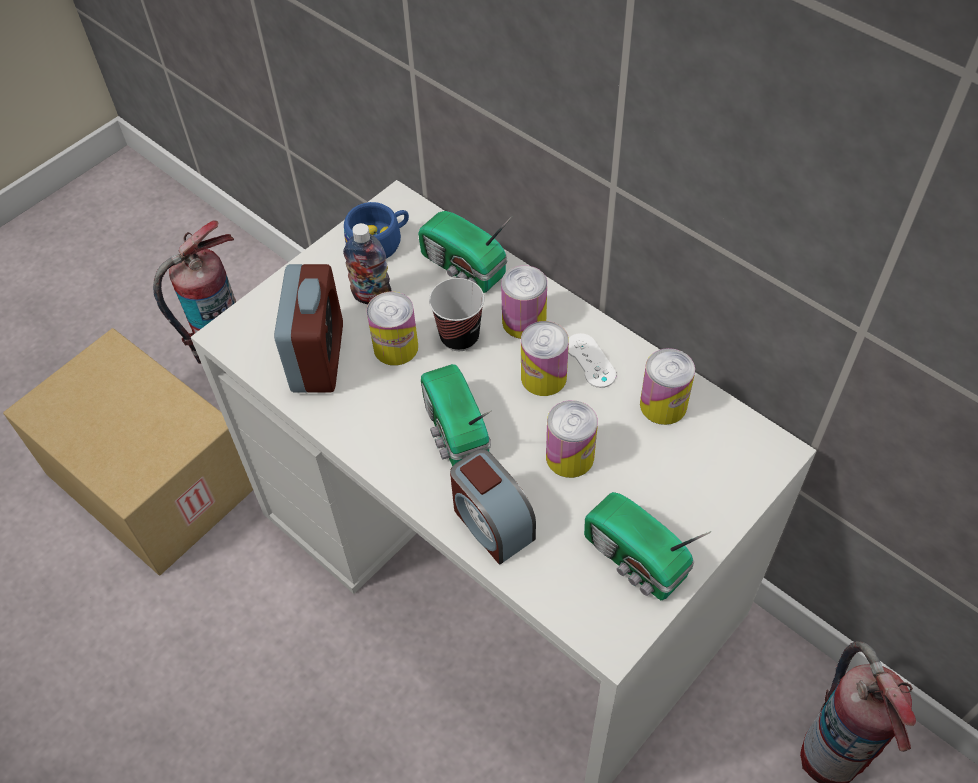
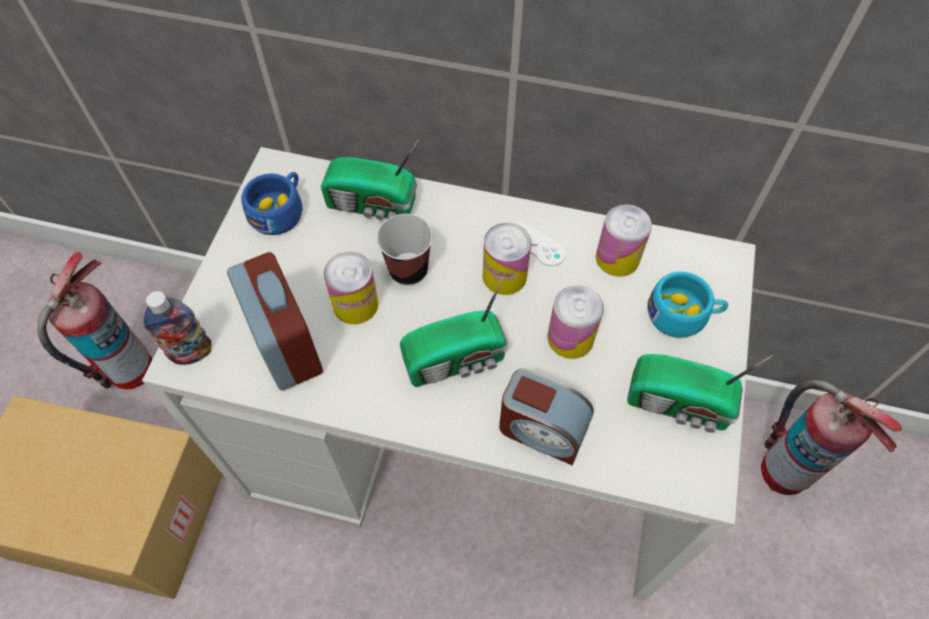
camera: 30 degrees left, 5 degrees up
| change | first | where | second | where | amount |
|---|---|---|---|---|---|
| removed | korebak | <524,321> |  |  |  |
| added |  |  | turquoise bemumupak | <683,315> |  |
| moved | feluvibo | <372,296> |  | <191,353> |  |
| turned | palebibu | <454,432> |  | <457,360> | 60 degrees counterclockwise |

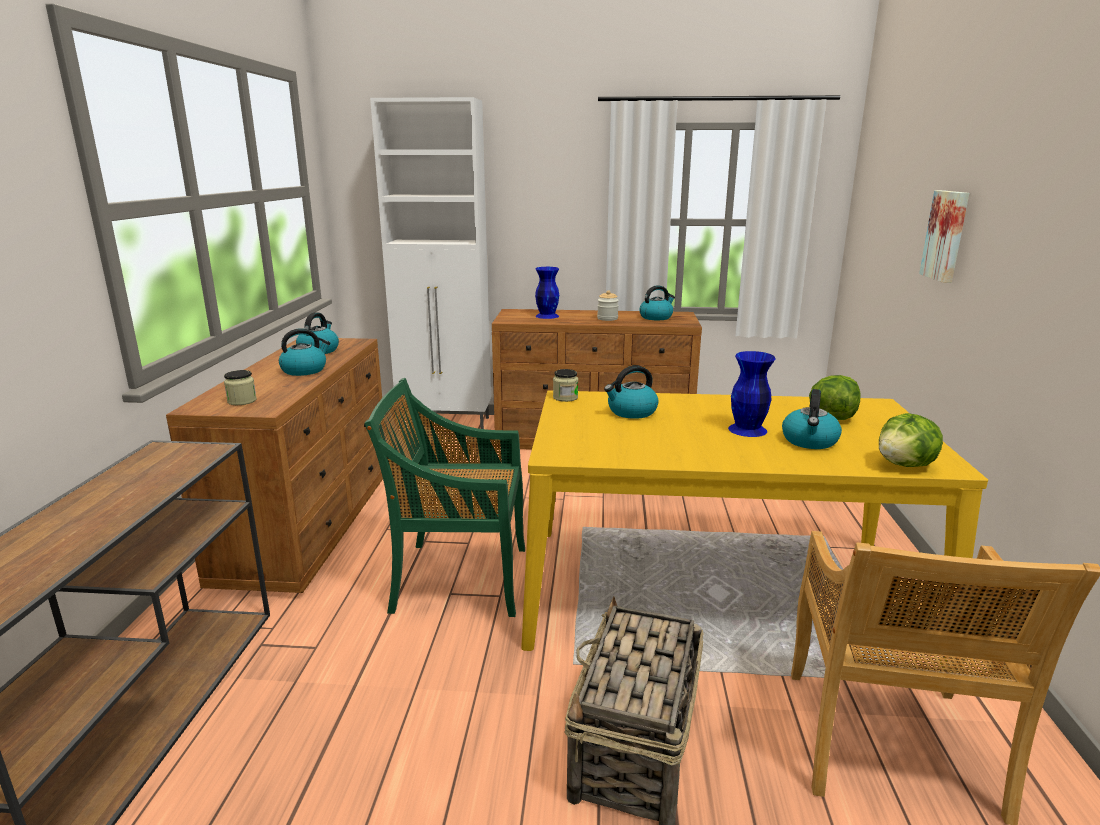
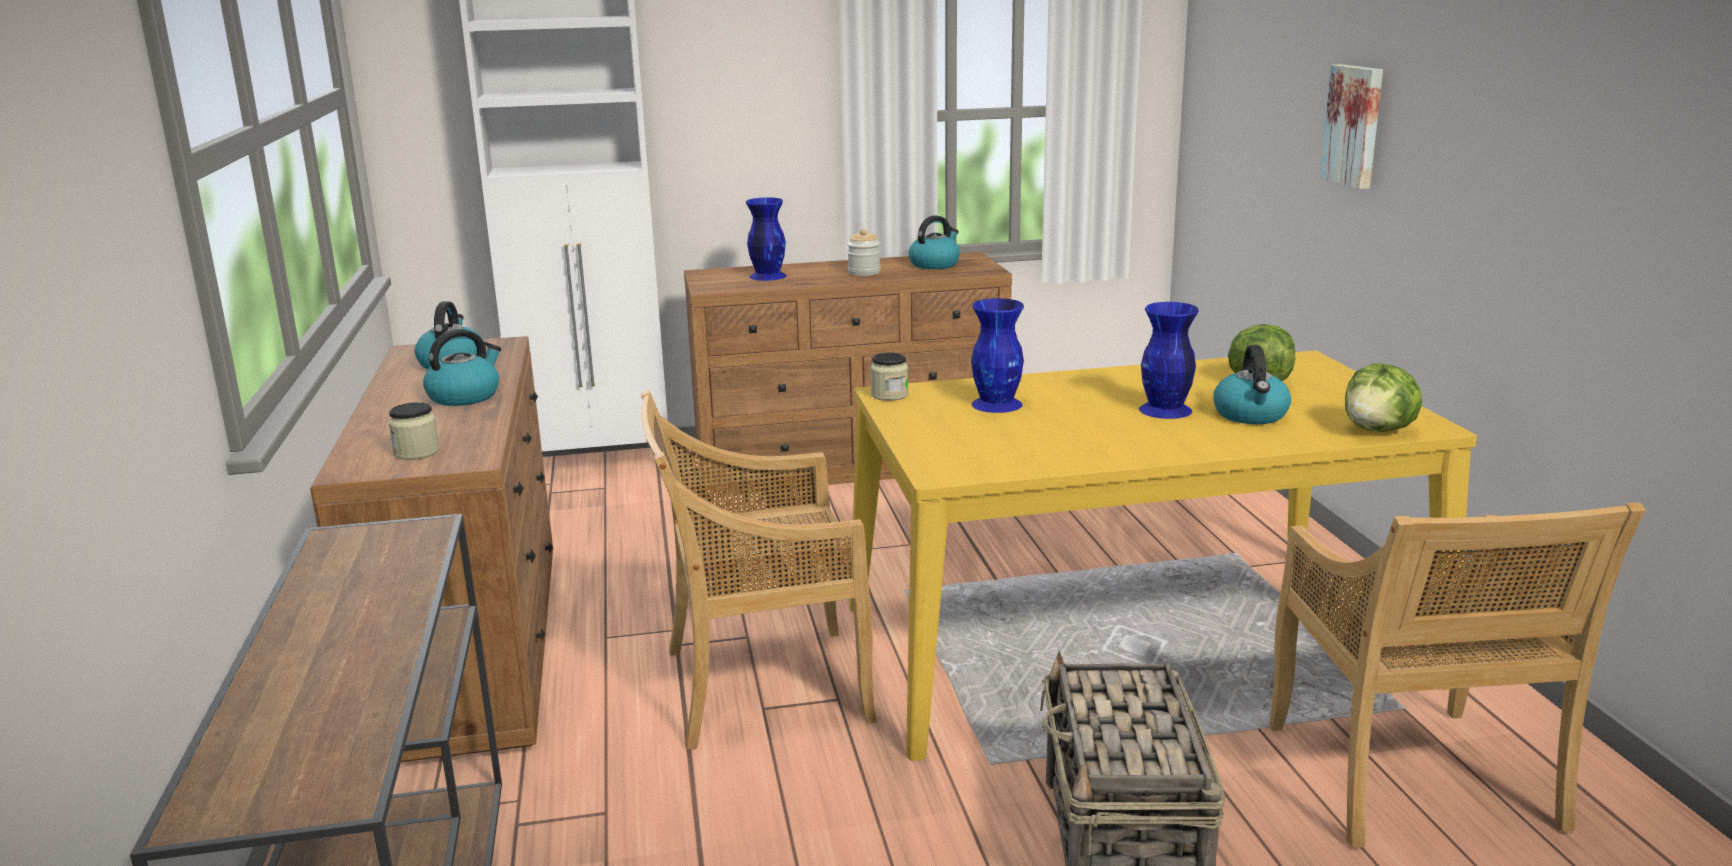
camera: 15 degrees left, 0 degrees up
| change | first | where | second | where | amount |
|---|---|---|---|---|---|
| replaced | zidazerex | <631,412> | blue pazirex | <997,404> |  |
| recoloured | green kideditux | <458,578> | beige kideditux | <762,686> |  |

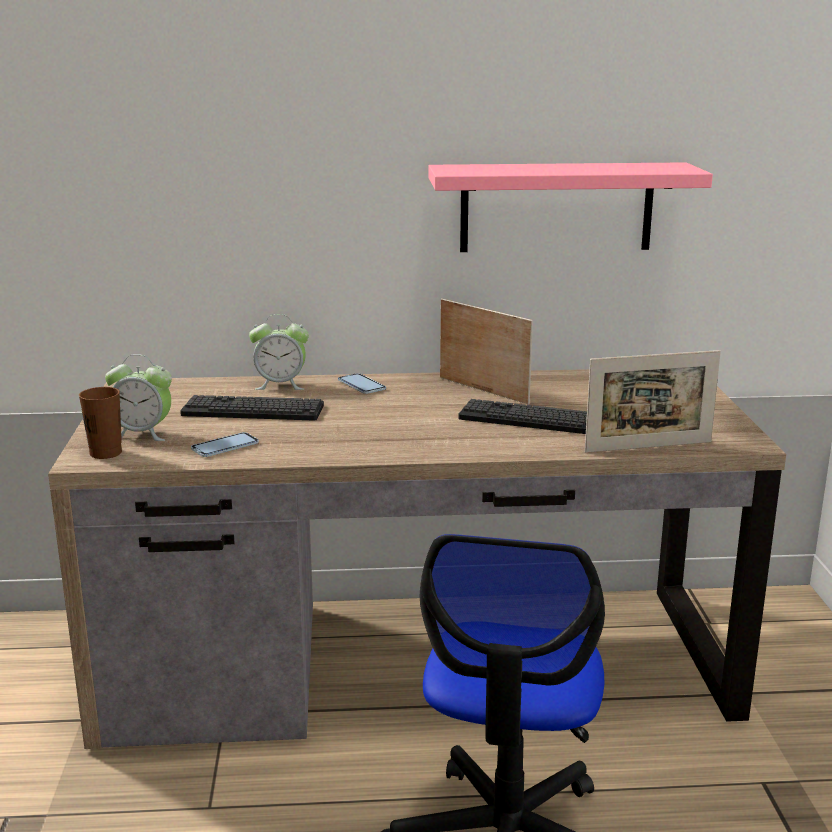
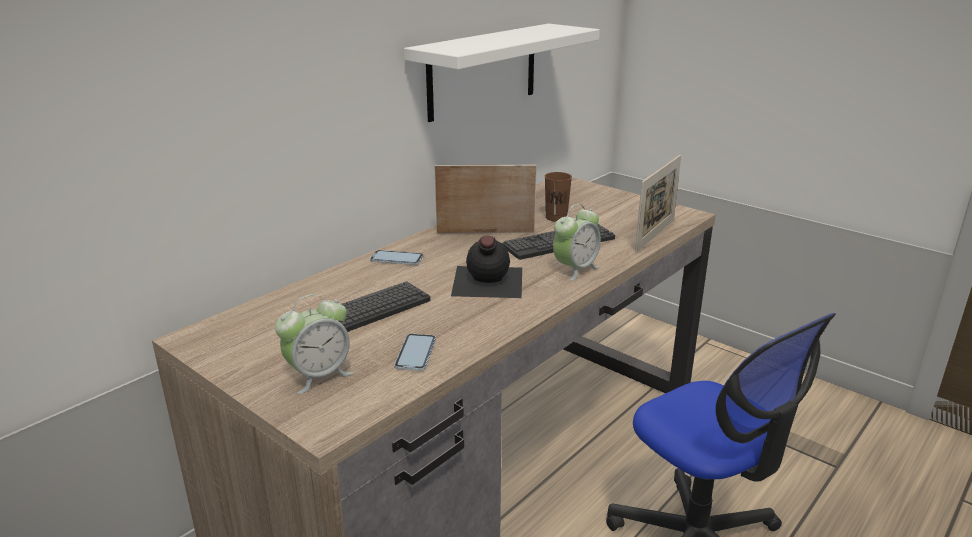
camera: 45 degrees left, 5 degrees up
| change | first | where | second | where | amount |
|---|---|---|---|---|---|
| added |  |  | black feluvibo | <486,281> |  |
| moved | brown bemumupak | <105,453> |  | <556,217> |  |
| moved | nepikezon | <281,385> |  | <575,269> |  |
| recoloured | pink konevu | <556,207> | white konevu | <483,71> |  |

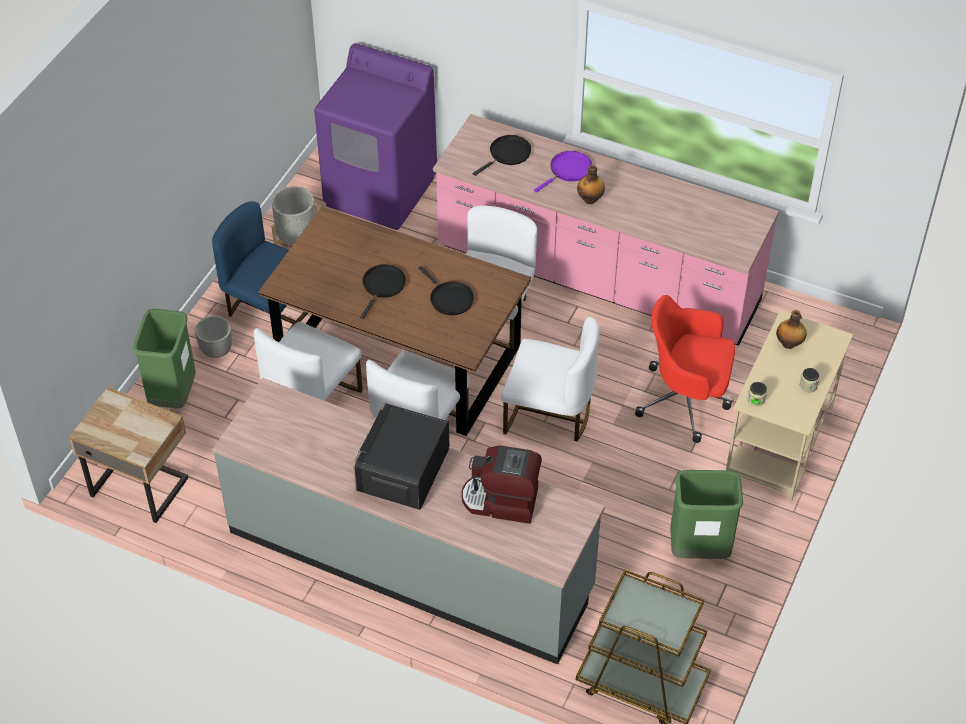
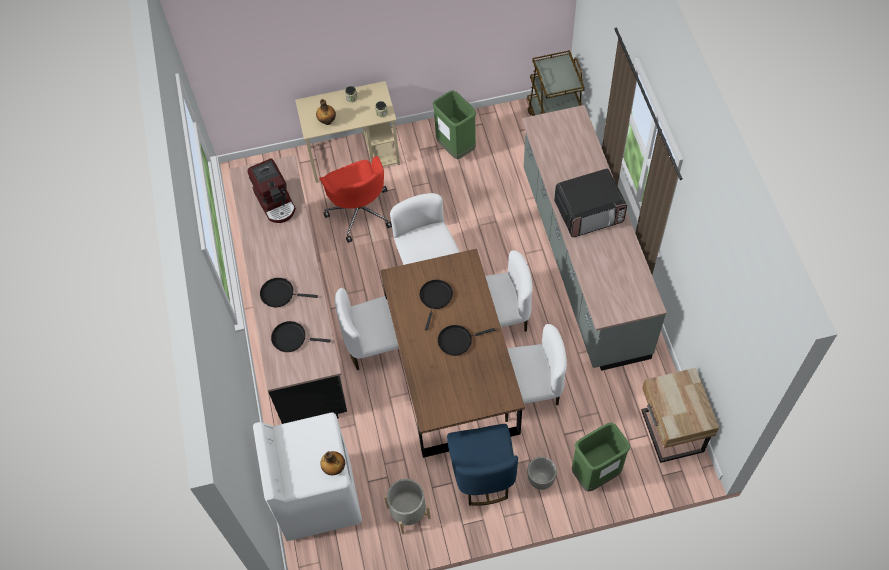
camera: 125 degrees left, 10 degrees up
| change | first | where | second | where | amount |
|---|---|---|---|---|---|
| moved | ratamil | <501,502> |  | <276,202> |  |
| moved | feluvibo | <590,199> |  | <334,467> |  |
| recoloured | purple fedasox | <381,191> | white fedasox | <318,497> |  |
| recoloured | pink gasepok | <597,278> | black gasepok | <297,313> |  |
| recoloured | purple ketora | <568,170> | black ketora | <280,294> |  |

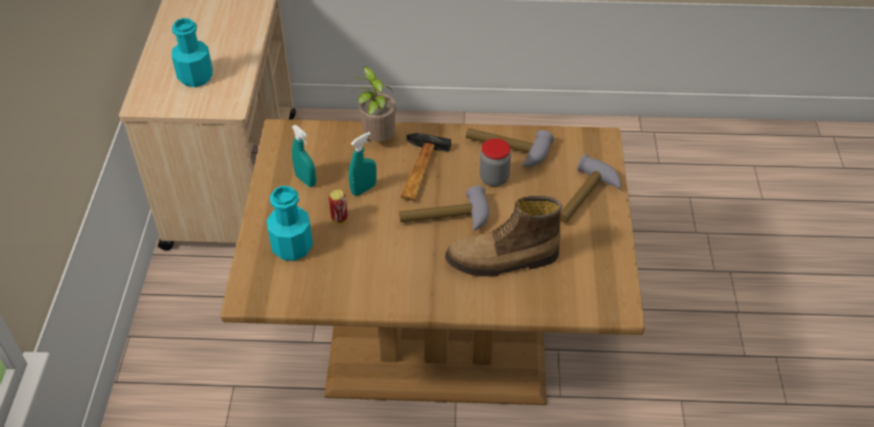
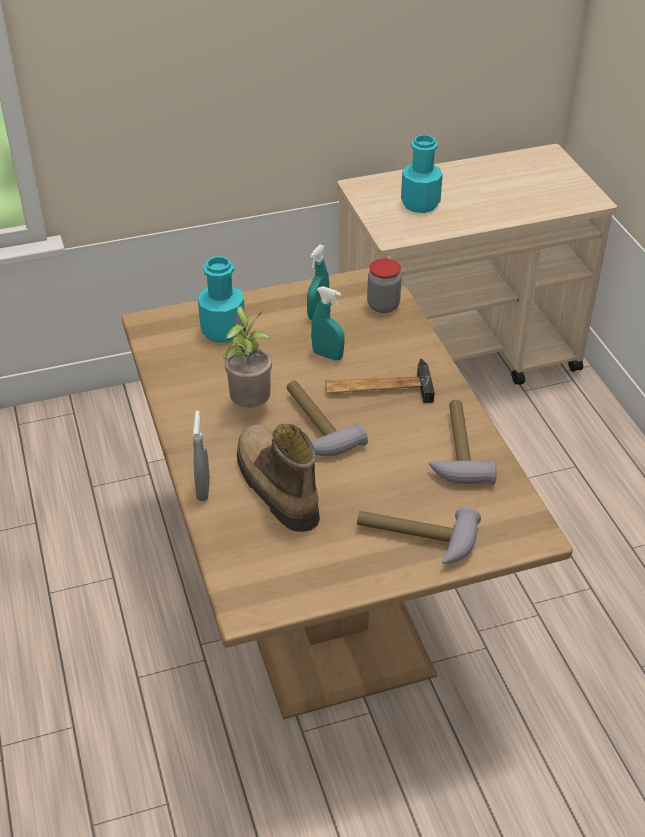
camera: 70 degrees right, 5 degrees down
| change | first | where | second | where | amount |
|---|---|---|---|---|---|
| removed | korebak | <339,219> |  |  |  |
| added |  |  | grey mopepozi | <203,489> |  |
| moved | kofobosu | <377,140> |  | <250,405> |  |
| moved | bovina | <494,178> |  | <383,305> |  |

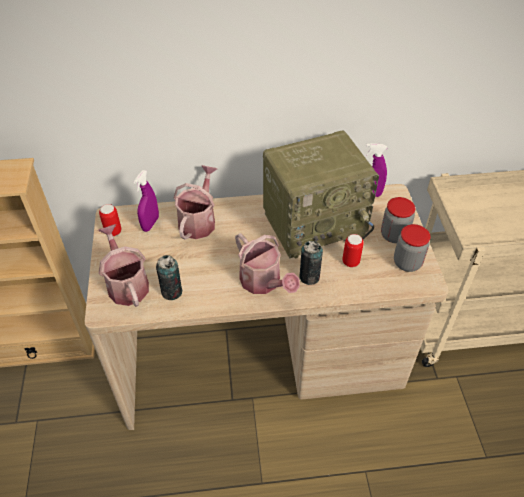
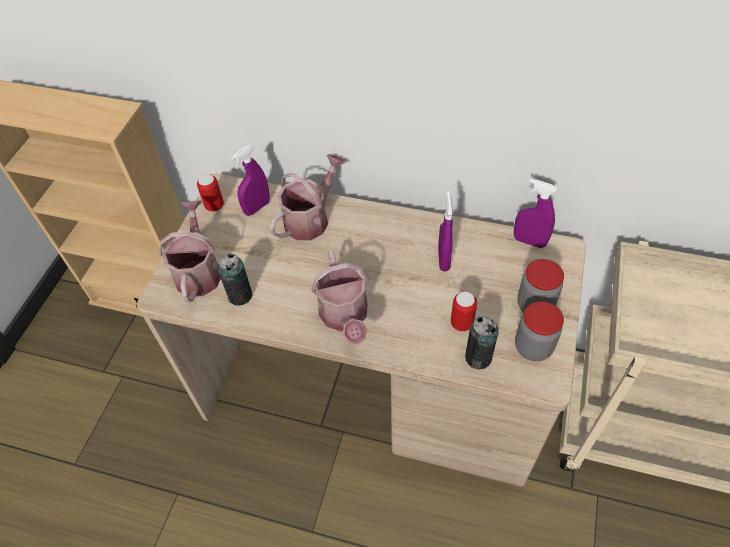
camera: 25 degrees right, 5 degrees up
| change | first | where | second | where | amount |
|---|---|---|---|---|---|
| moved | korebak | <309,277> |  | <478,358> |  |
| replaced | palebibu | <315,222> | purple mopepozi | <443,259> |  |

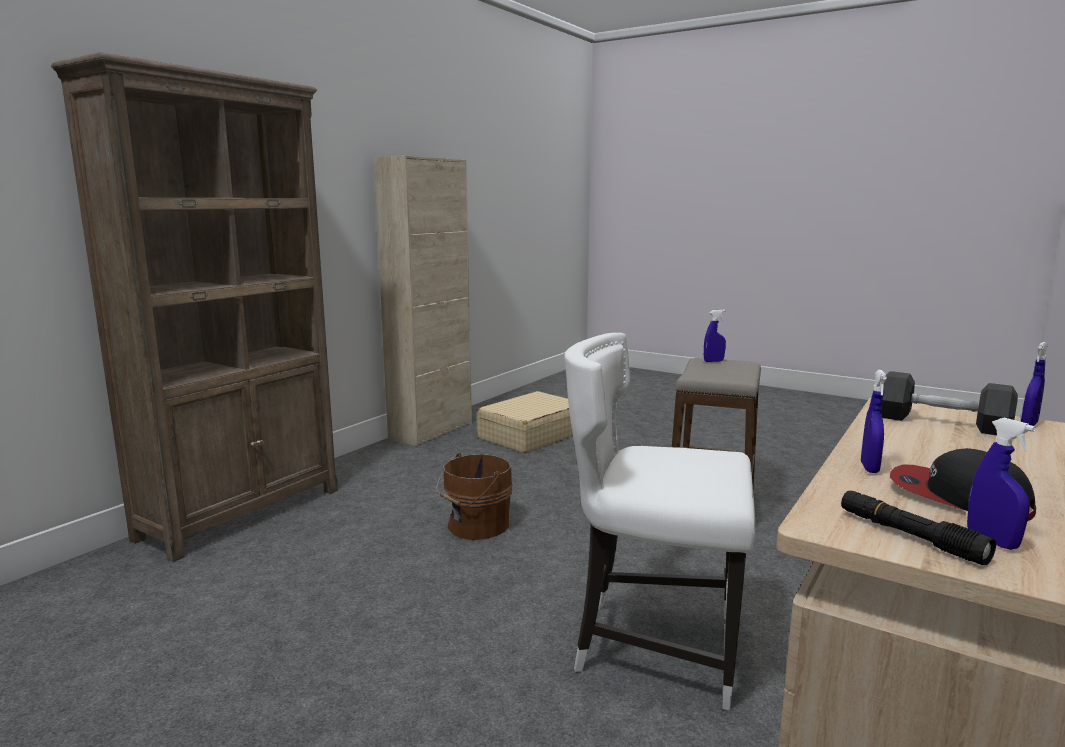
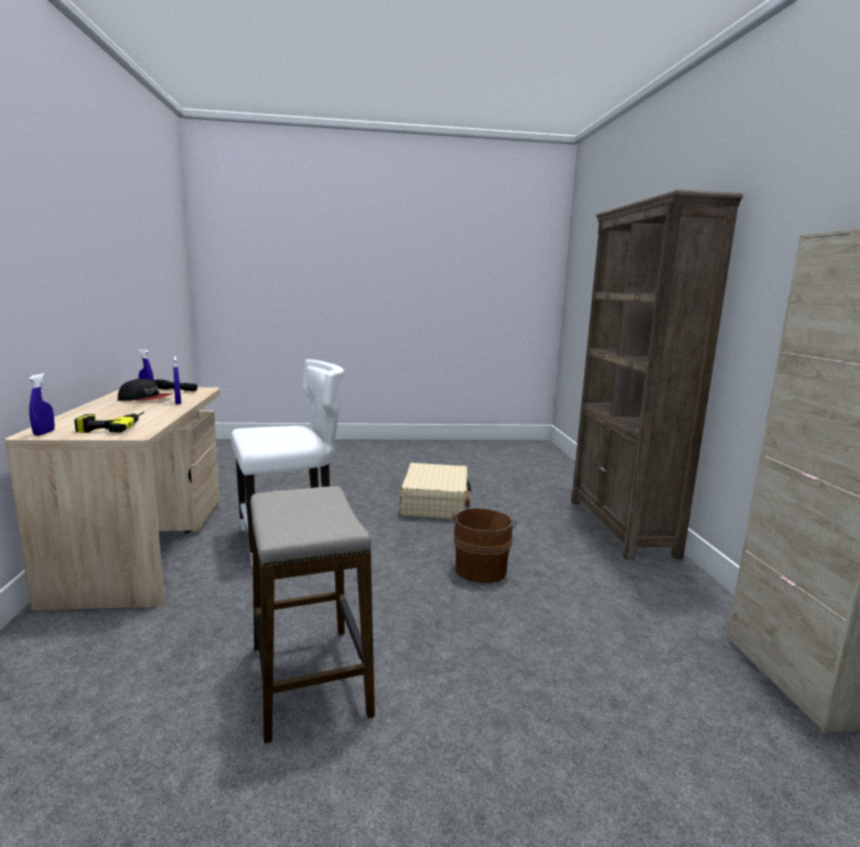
camera: 140 degrees right, 0 degrees up
| change | first | where | second | where | amount |
|---|---|---|---|---|---|
| removed | blue mopepozi | <713,361> |  |  |  |
| moved | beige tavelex | <531,435> |  | <435,503> |  |
| replaced | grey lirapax | <941,423> | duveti | <112,426> |  |

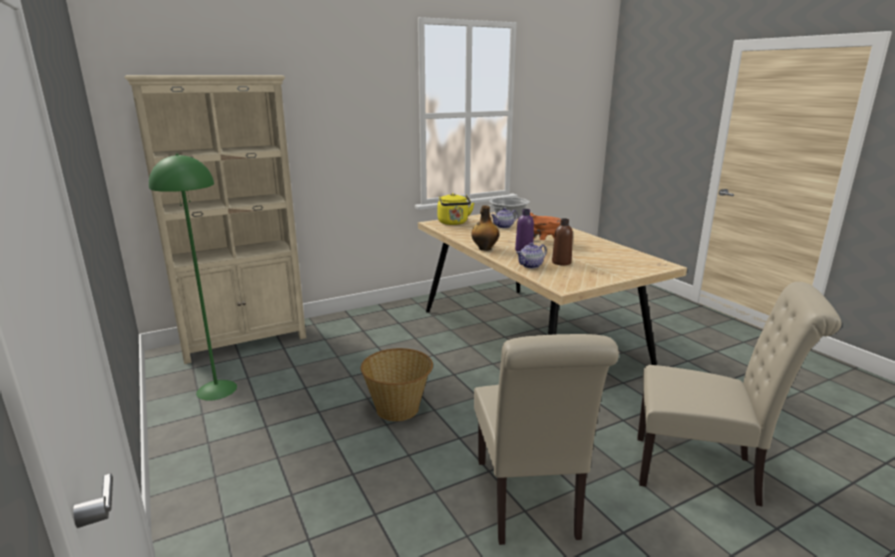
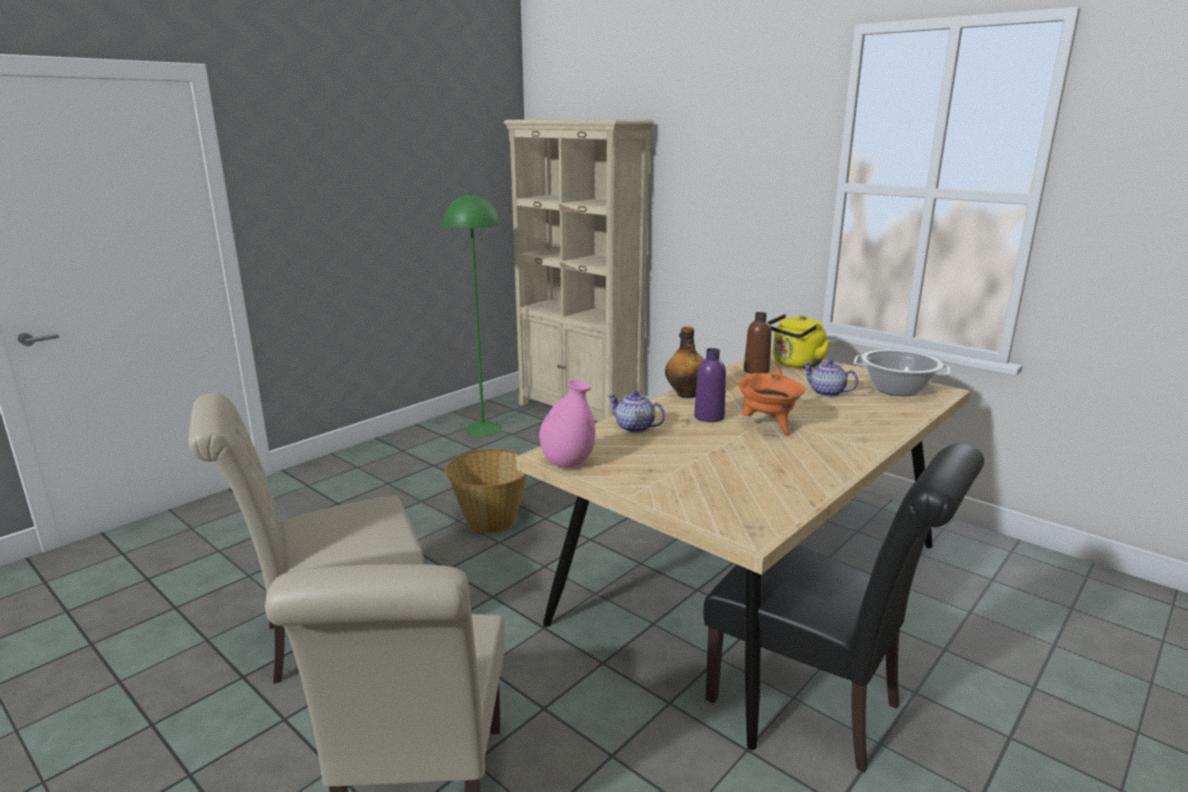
camera: 70 degrees right, 0 degrees up
| change | first | where | second | where | amount |
|---|---|---|---|---|---|
| added |  |  | pink pazirex | <567,463> |  |
| added |  |  | black kideditux | <815,706> |  |
| moved | brown feluvibo | <561,262> |  | <756,371> |  |

